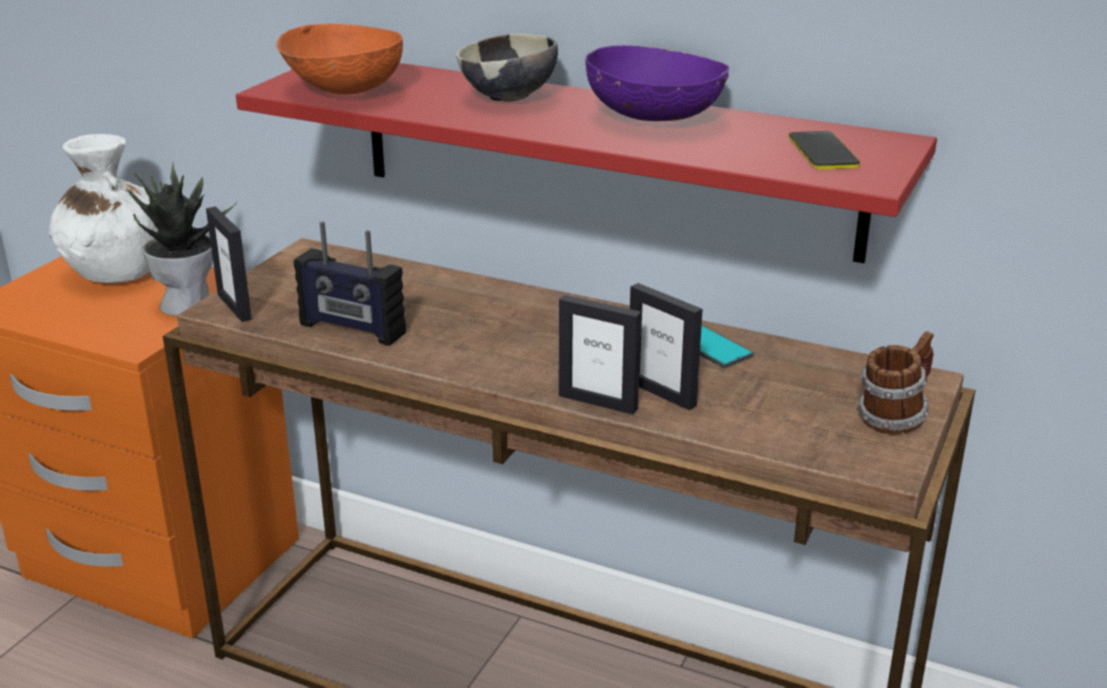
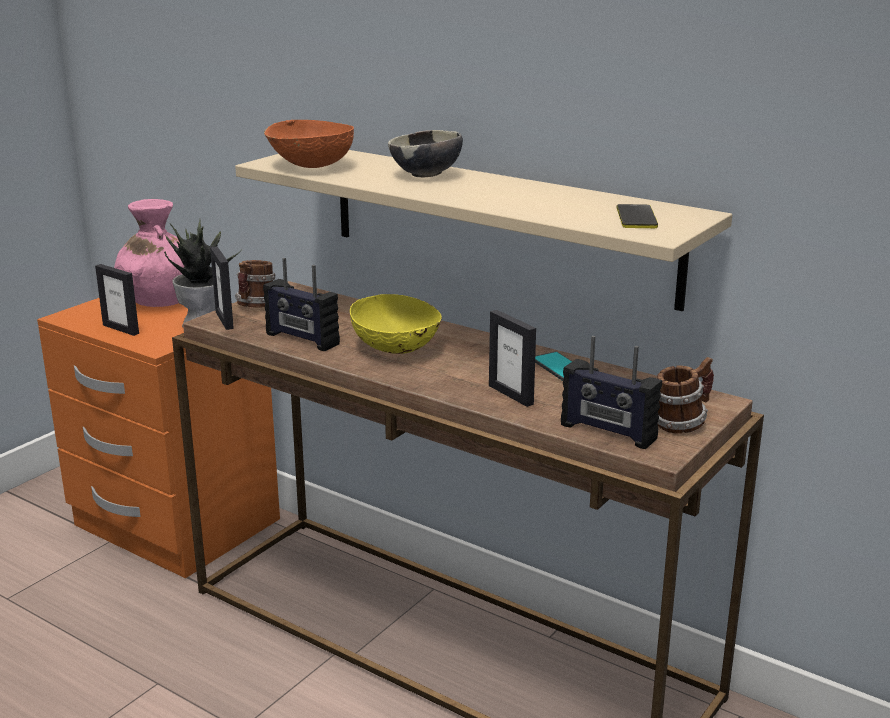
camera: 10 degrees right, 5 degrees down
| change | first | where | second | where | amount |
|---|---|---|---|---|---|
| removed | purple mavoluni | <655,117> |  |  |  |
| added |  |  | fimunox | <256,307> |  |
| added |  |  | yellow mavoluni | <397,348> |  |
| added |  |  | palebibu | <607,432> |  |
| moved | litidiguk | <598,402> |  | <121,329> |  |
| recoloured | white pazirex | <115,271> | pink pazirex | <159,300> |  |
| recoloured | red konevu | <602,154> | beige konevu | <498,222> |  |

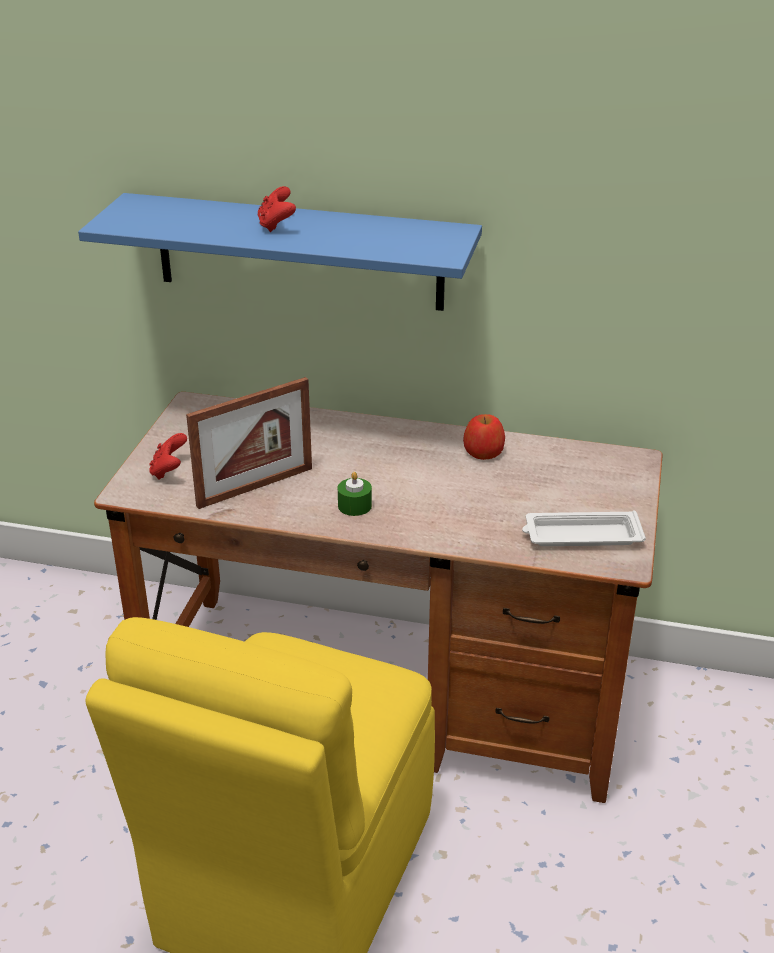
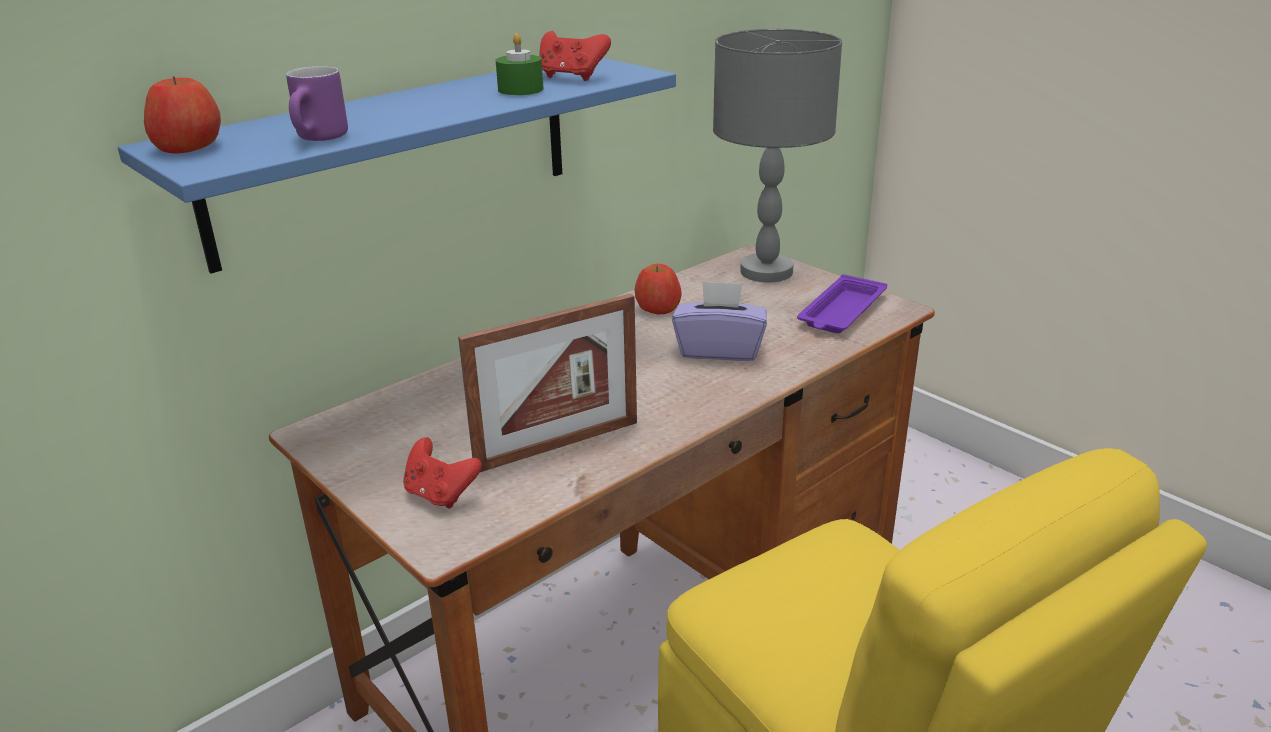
camera: 55 degrees left, 5 degrees down
| change | first | where | second | where | amount |
|---|---|---|---|---|---|
| added |  |  | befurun | <189,147> |  |
| added |  |  | purple fimunox | <321,139> |  |
| added |  |  | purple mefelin | <719,350> |  |
| added |  |  | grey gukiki | <766,272> |  |
| moved | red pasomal | <276,225> |  | <572,77> |  |
| moved | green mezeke | <354,506> |  | <520,89> |  |
| recoloured | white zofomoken | <580,536> | purple zofomoken | <841,312> |  |
| turned | litidiguk | <255,487> |  | <558,445> | 60 degrees clockwise |

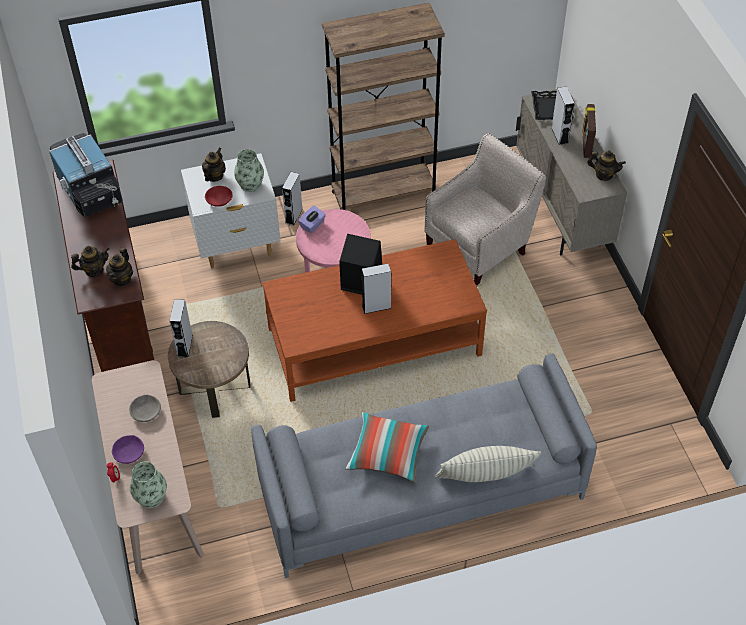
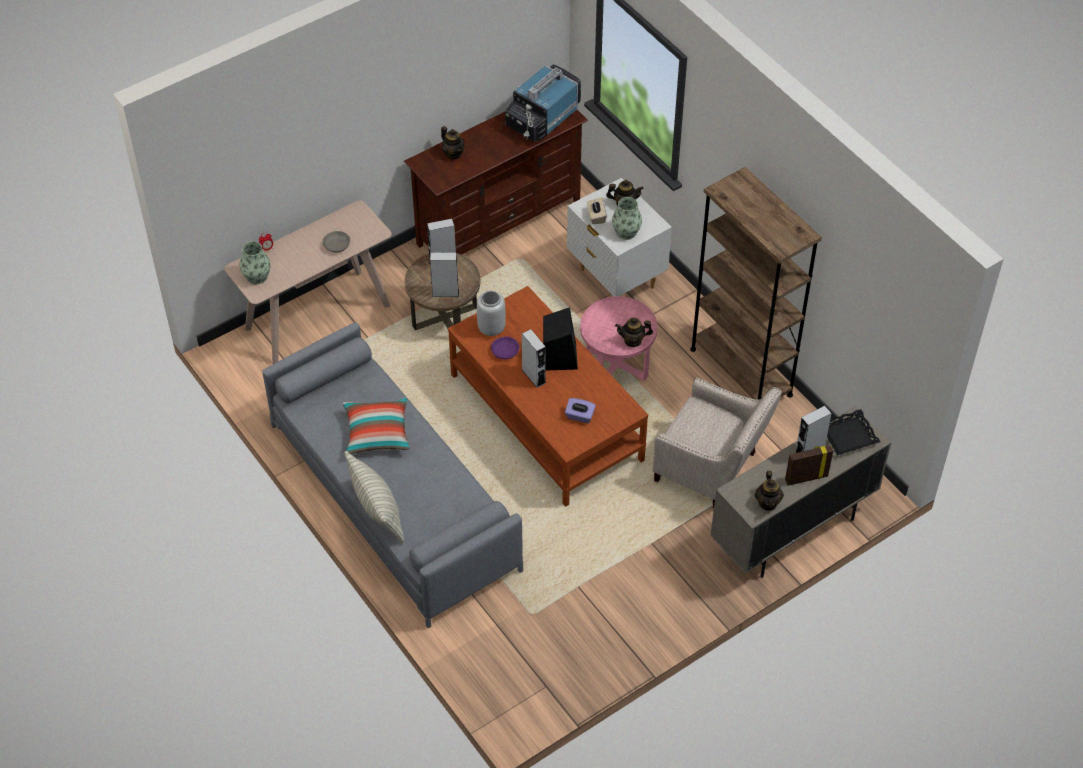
camera: 70 degrees right, 0 degrees up
| change | first | where | second | where | amount |
|---|---|---|---|---|---|
| added |  |  | grey pazirex | <491,328> |  |
| moved | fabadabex | <122,279> |  | <633,340> |  |
| moved | purple mavoluni | <129,452> |  | <505,351> |  |
| moved | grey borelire | <293,215> |  | <445,293> |  |
| moved | purple mefelin | <312,225> |  | <579,416> |  |
| replaced | red mavoluni | <219,200> | beige mefelin | <596,216> |  |

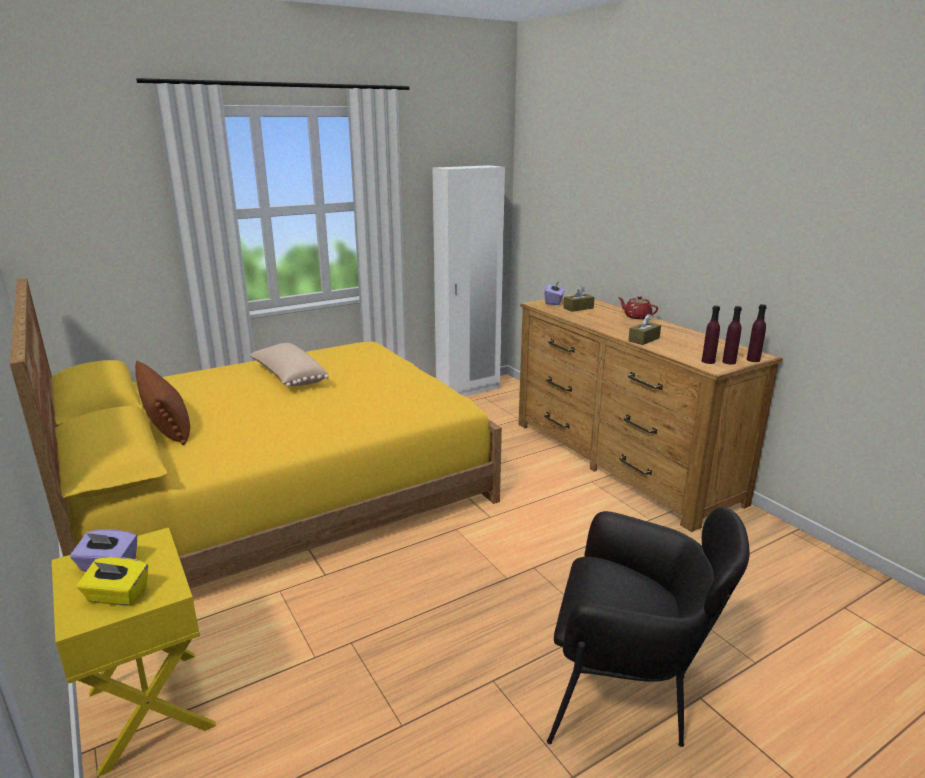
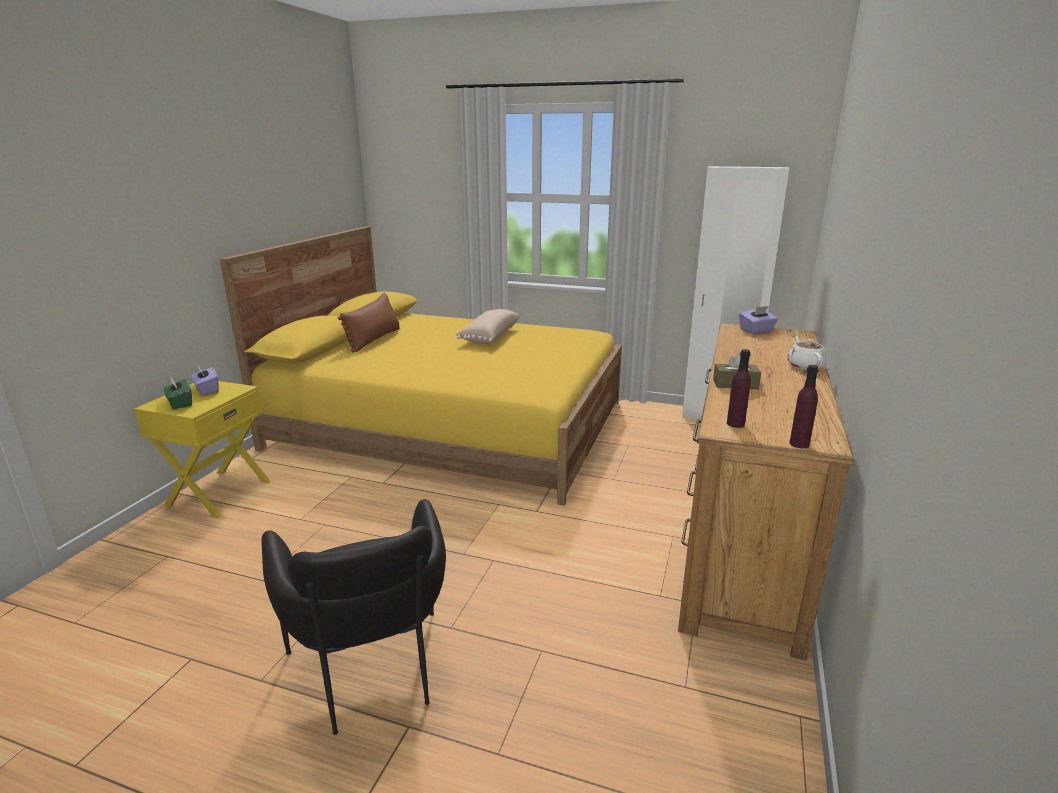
camera: 50 degrees right, 0 degrees up
| change | first | where | second | where | amount |
|---|---|---|---|---|---|
| removed | brown mefelin | <578,308> |  |  |  |
| removed | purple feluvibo | <729,362> |  |  |  |
| recoloured | yellow mefelin | <117,596> | green mefelin | <180,403> |  |
| recoloured | red fabadabex | <636,317> | white fabadabex | <804,366> |  |

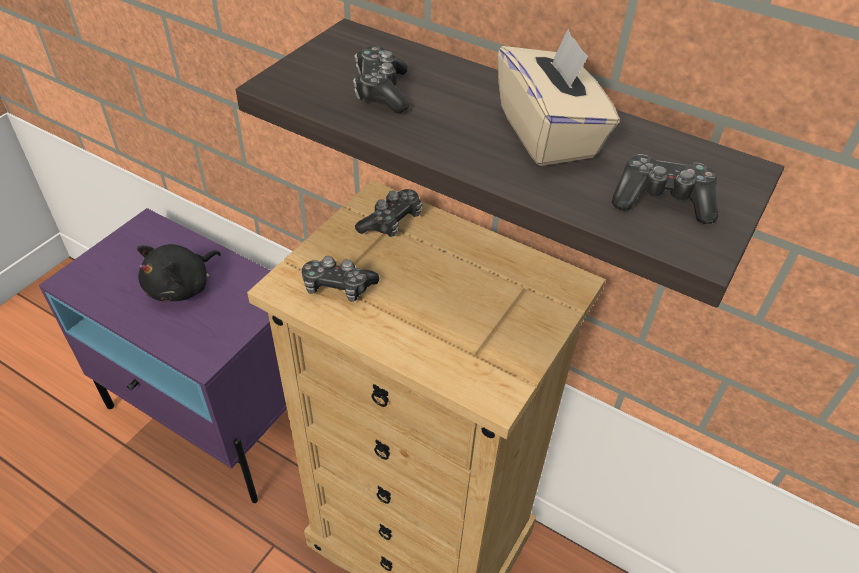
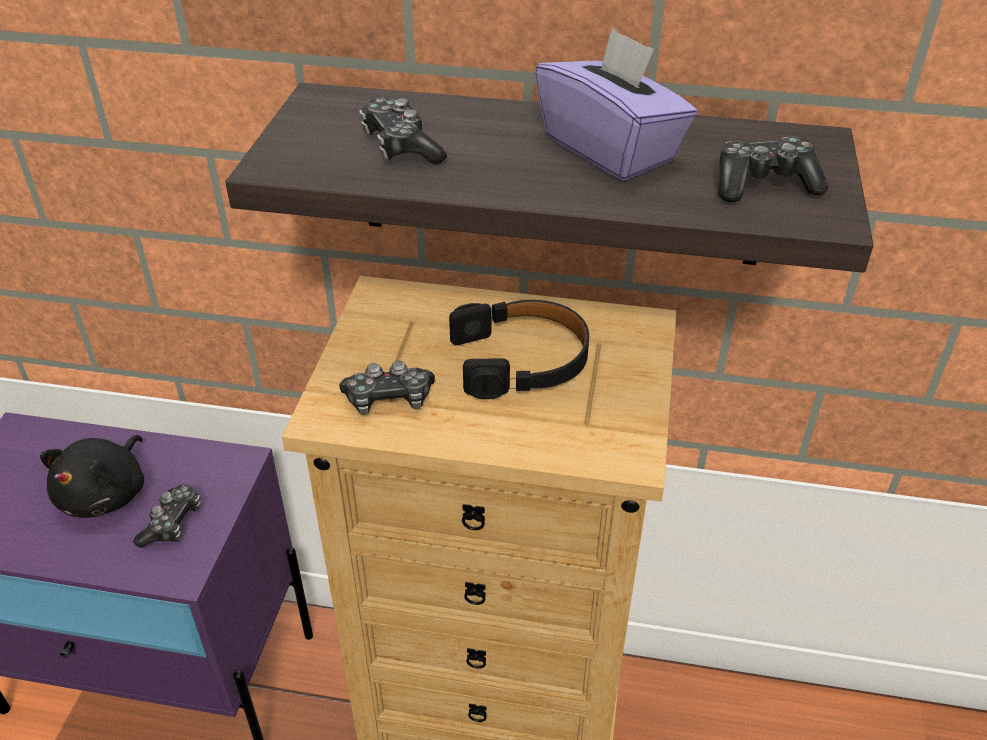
camera: 20 degrees left, 5 degrees down
| change | first | where | second | where | amount |
|---|---|---|---|---|---|
| added |  |  | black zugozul | <521,360> |  |
| moved | pasomal | <391,221> |  | <172,523> |  |
| recoloured | beige mefelin | <548,134> | purple mefelin | <611,149> |  |

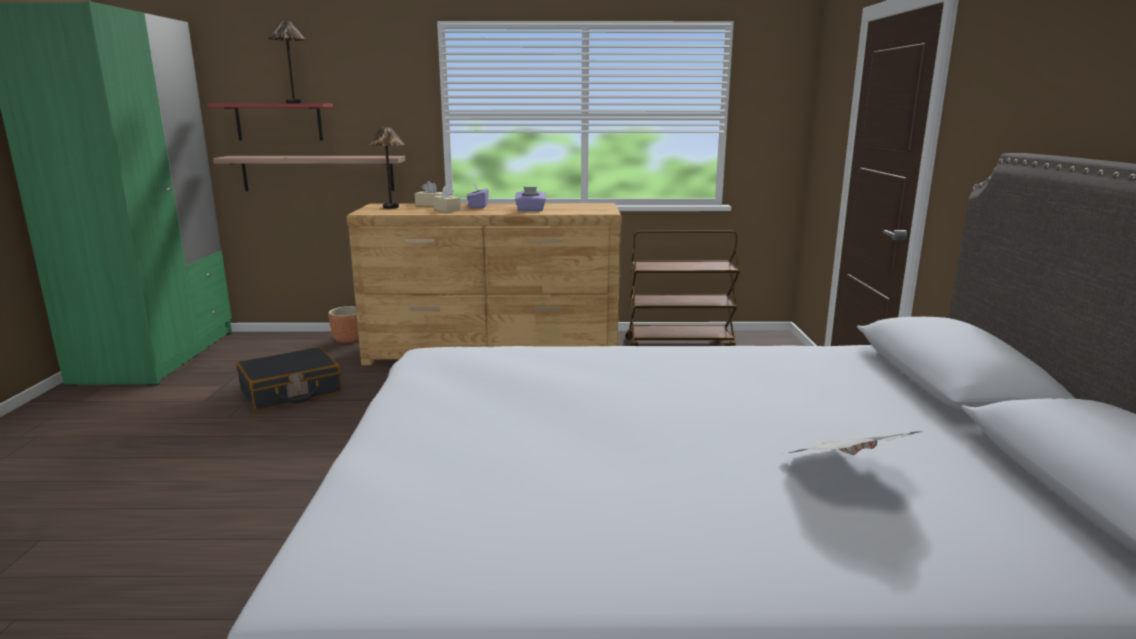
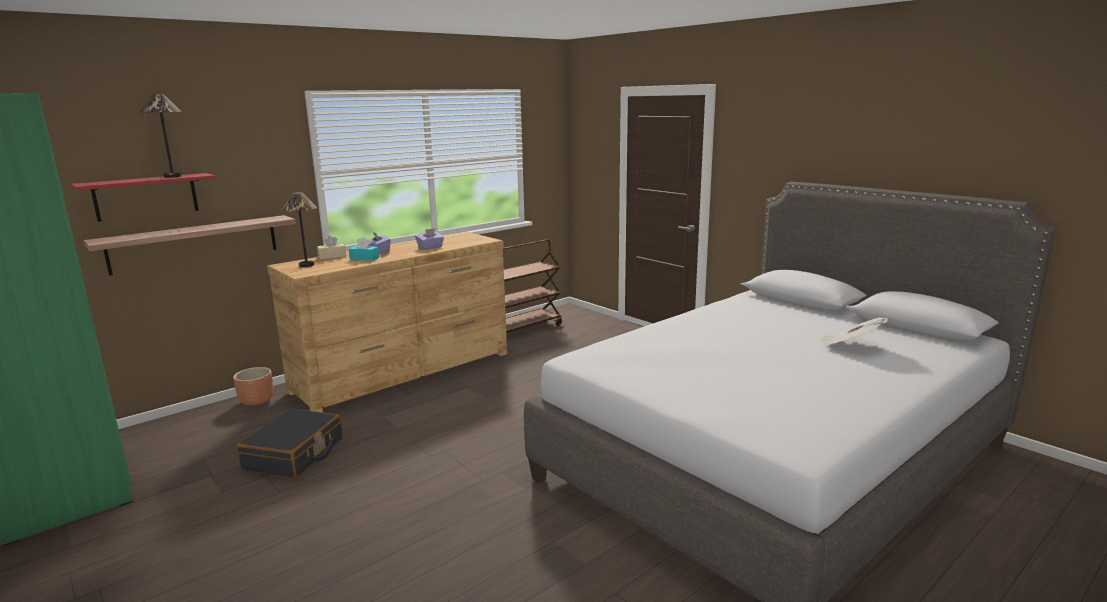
camera: 40 degrees left, 0 degrees up
| change | first | where | second | where | amount |
|---|---|---|---|---|---|
| recoloured | beige mefelin | <447,209> | turquoise mefelin | <364,258> |  |

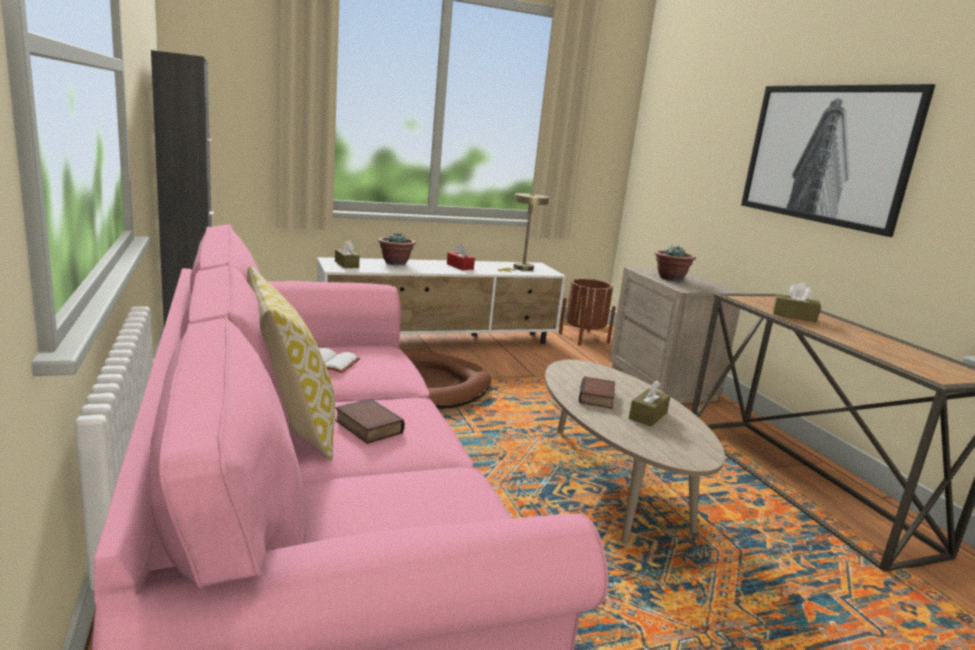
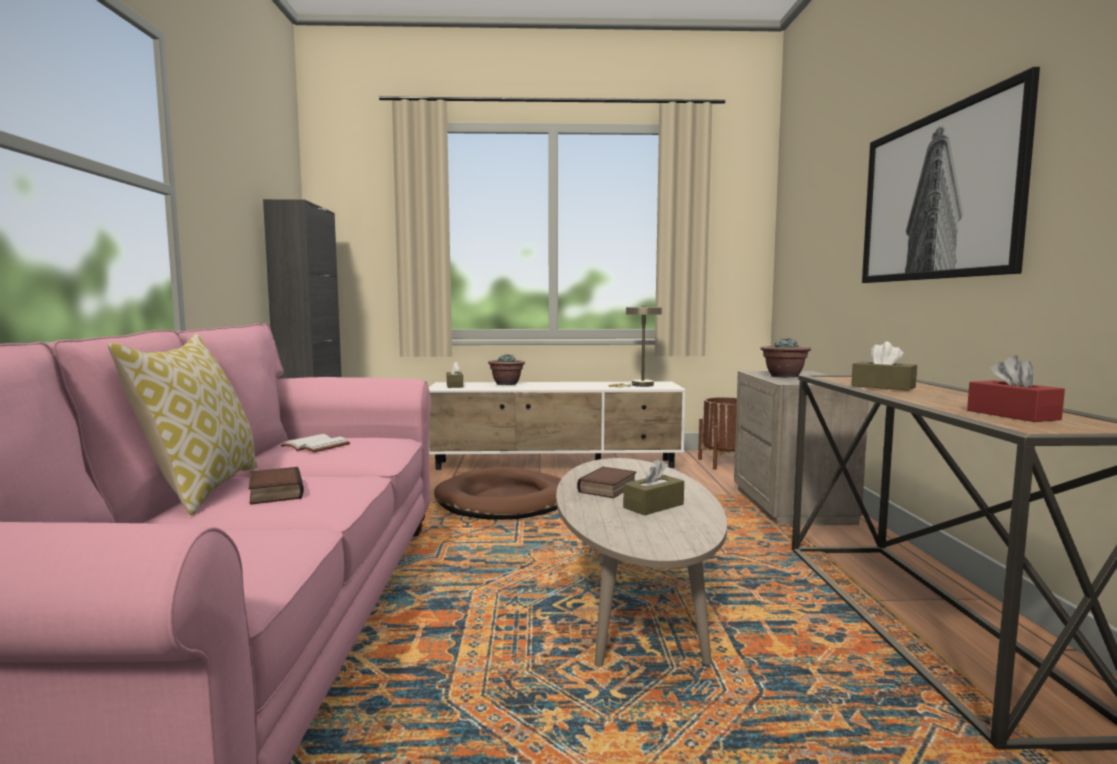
camera: 20 degrees right, 10 degrees down
| change | first | where | second | where | amount |
|---|---|---|---|---|---|
| moved | red mefelin | <460,266> |  | <1012,415> |  |

